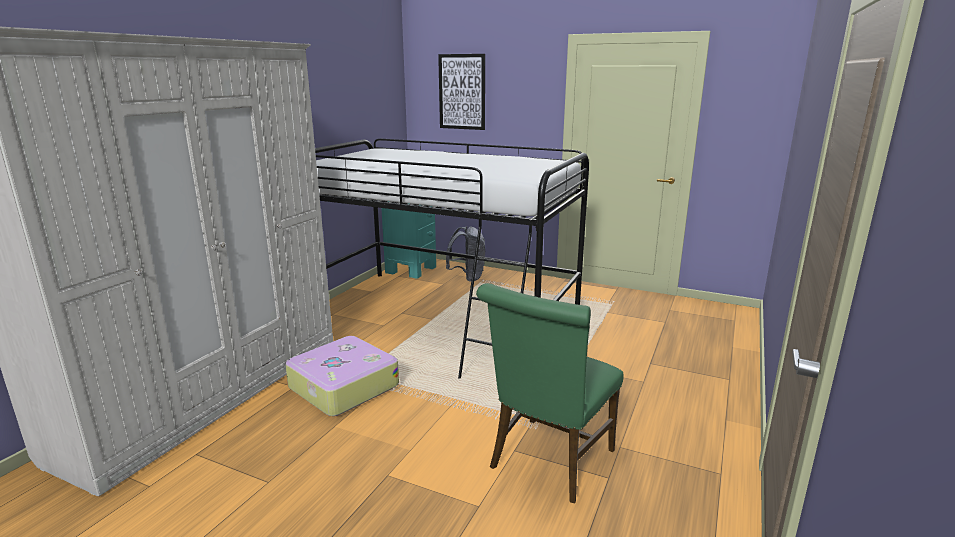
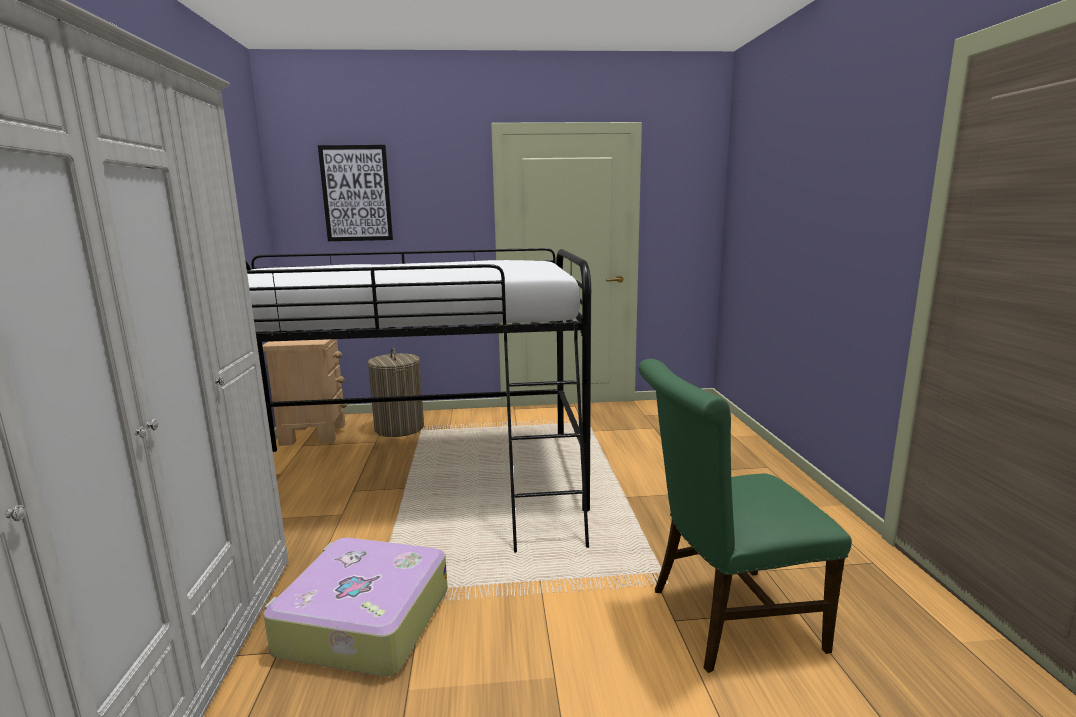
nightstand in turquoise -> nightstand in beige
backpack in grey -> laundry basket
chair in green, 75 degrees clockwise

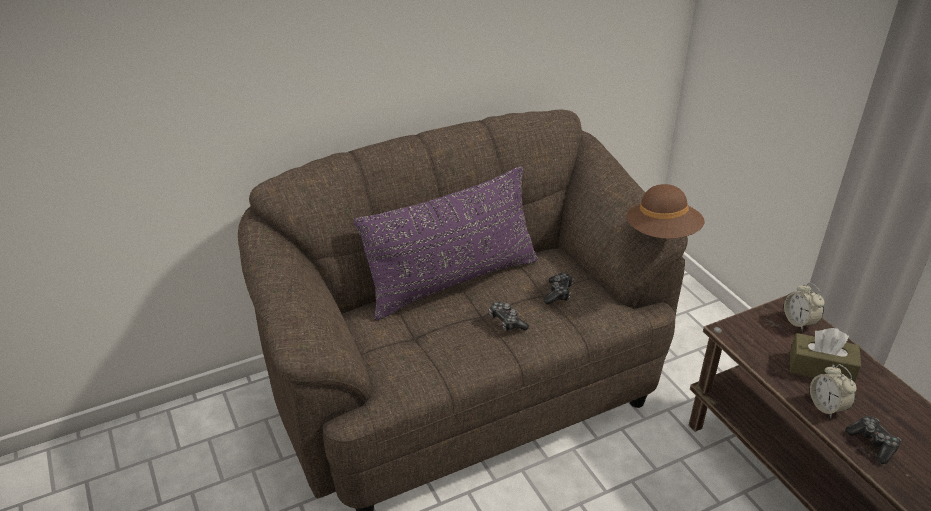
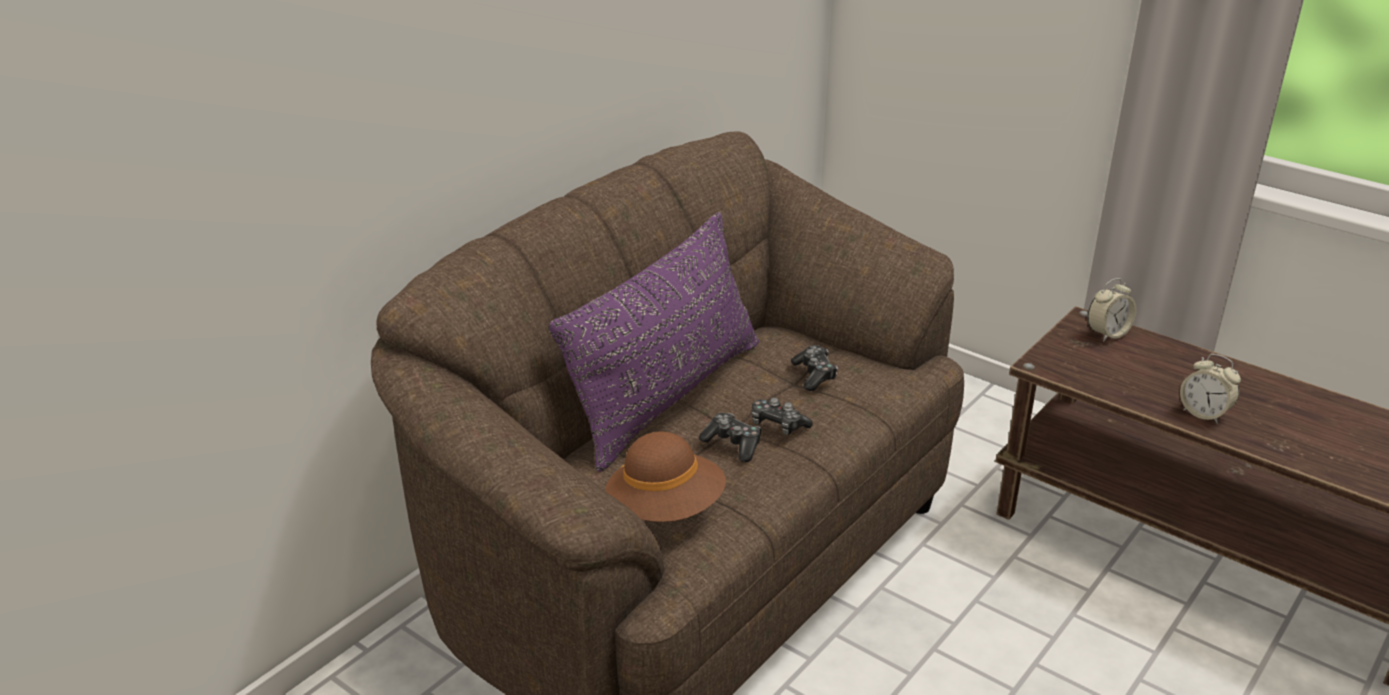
hat in brown, relocated
game controller (no. 3 from left in the first image) -> game controller (no. 1 from left), relocated
alarm clock (no. 1 from left), 75 degrees counterclockwise
tissue box in brown -> none

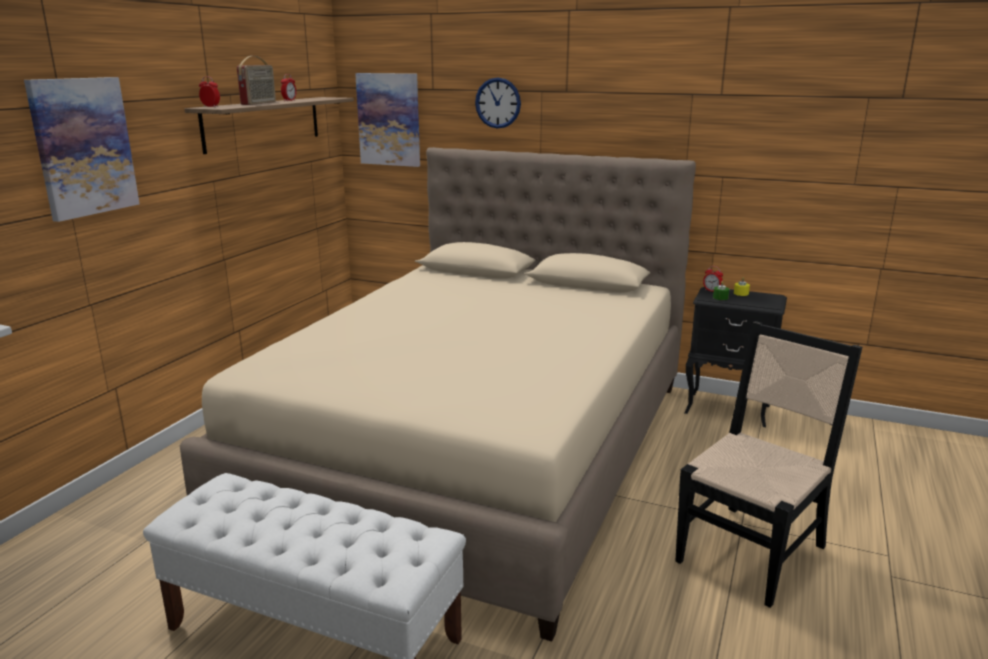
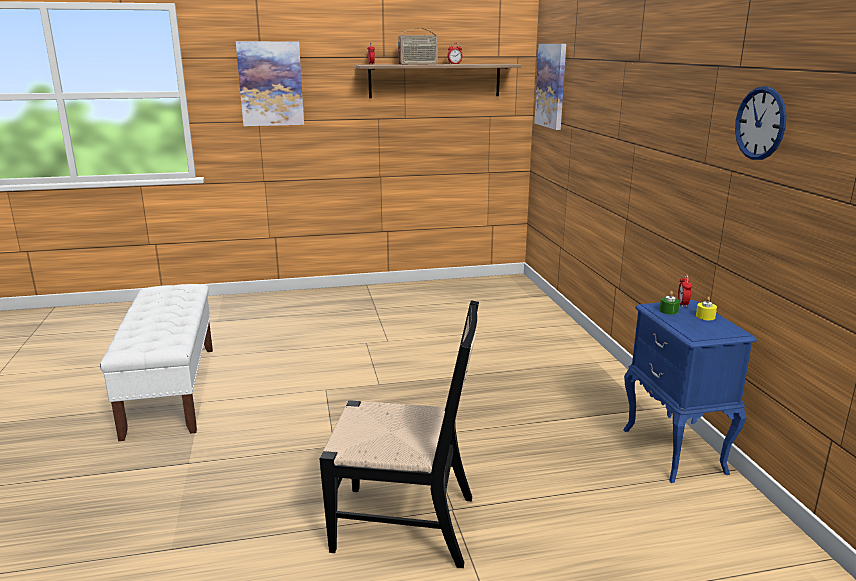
nightstand in black -> nightstand in blue
wall clock, relocated
bed in beige -> none

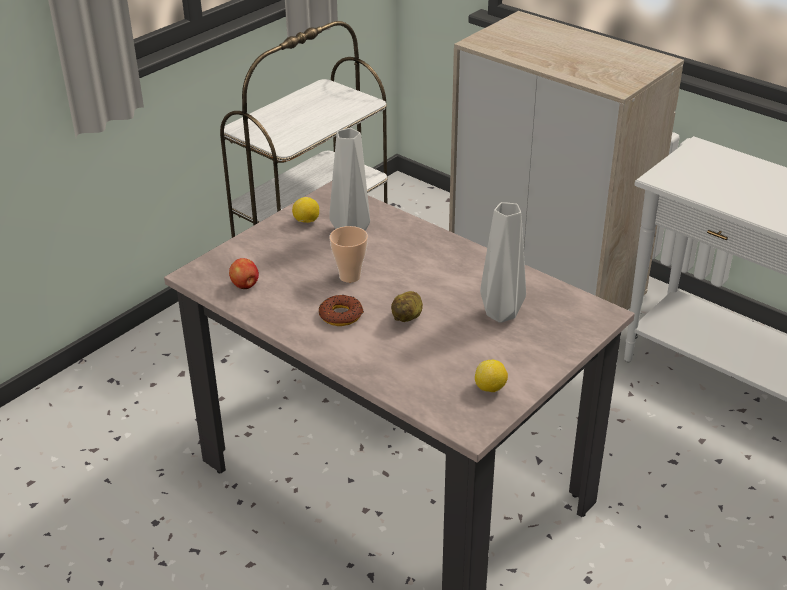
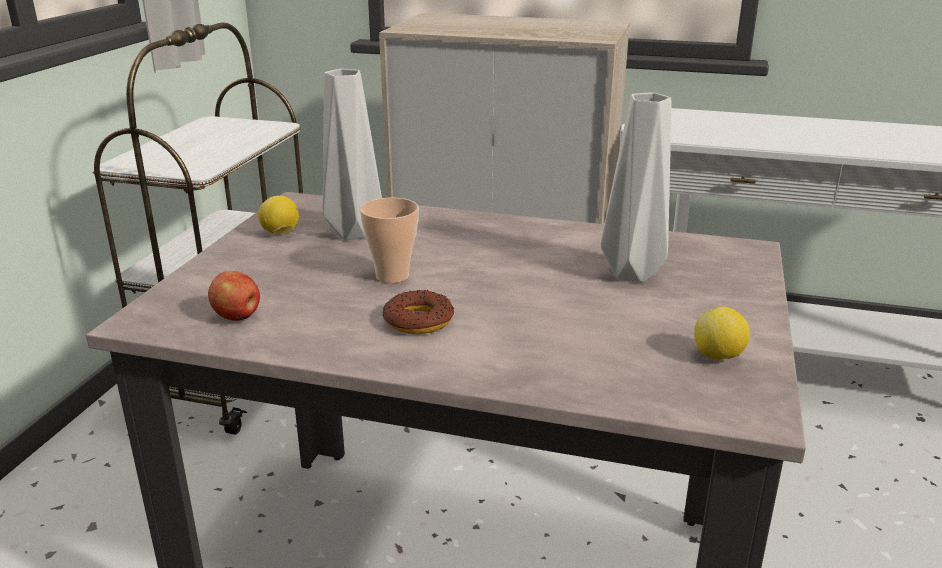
potato -> none

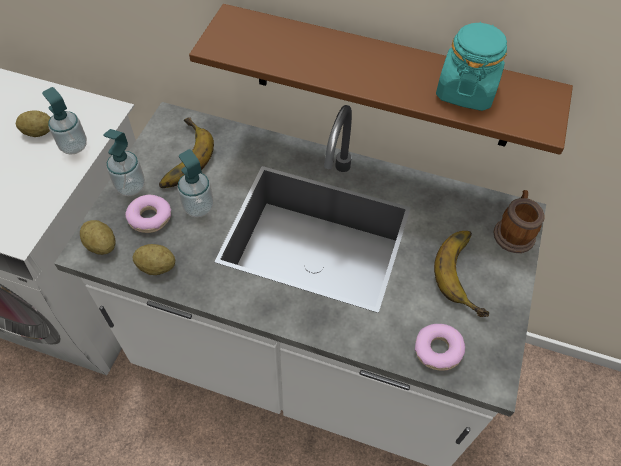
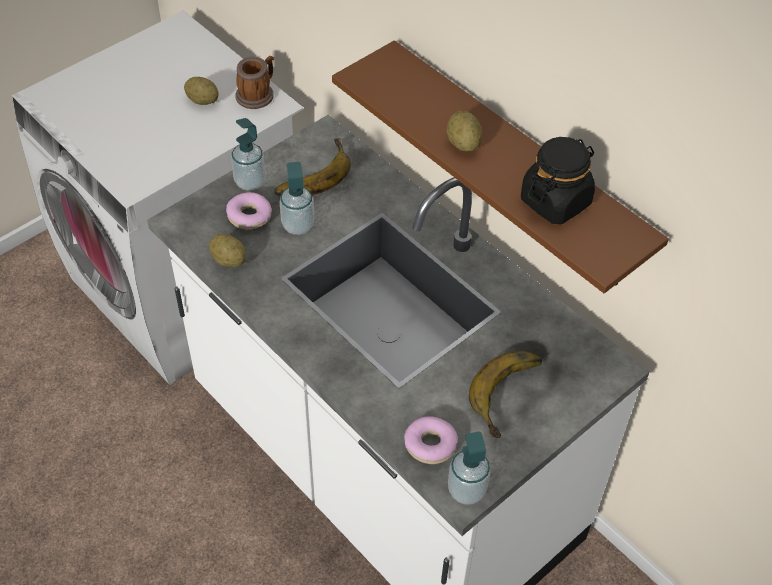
mug, relocated
potato (no. 2 from left in the first image) -> potato (no. 3 from left), relocated
soap dispenser (no. 1 from left in the first image) -> soap dispenser (no. 3 from left), relocated
jar in turquoise -> jar in black

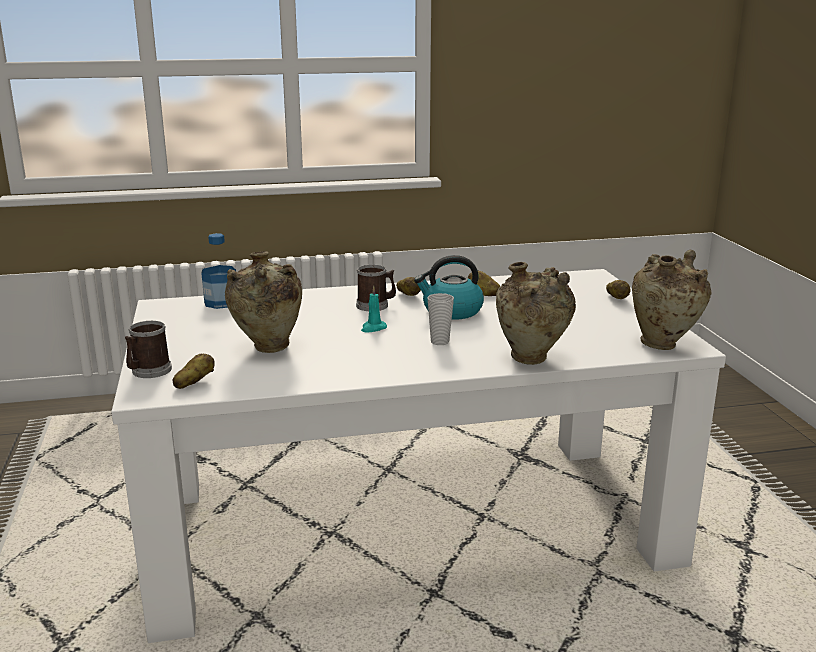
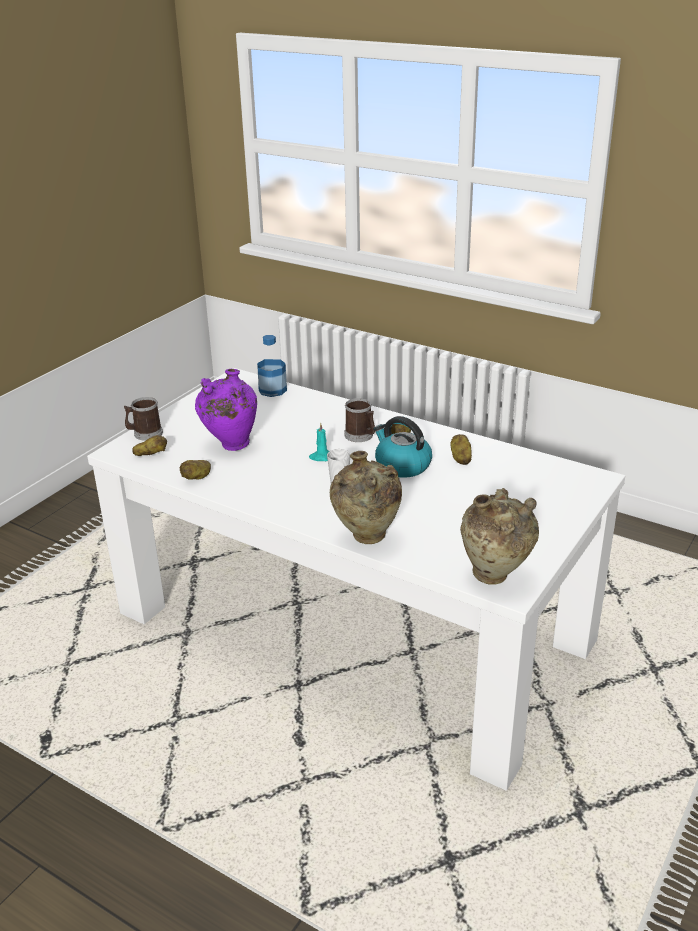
potato (no. 4 from left in the first image) -> potato (no. 2 from left), relocated
vase in beige (no. 1 from left) -> vase in purple

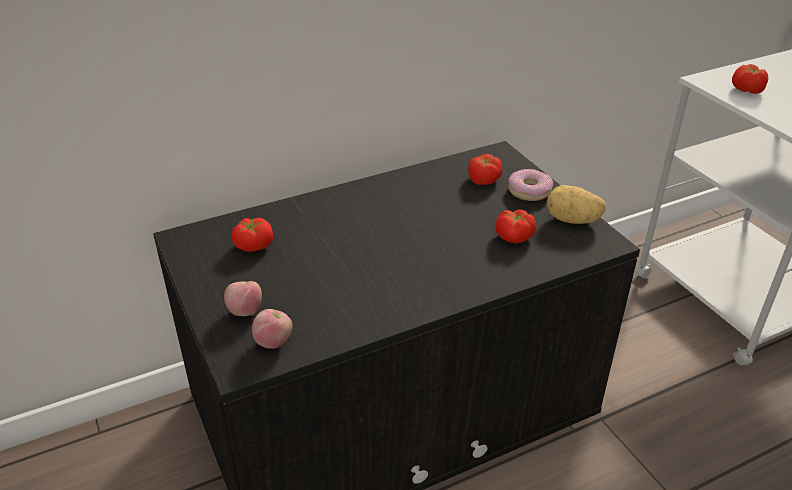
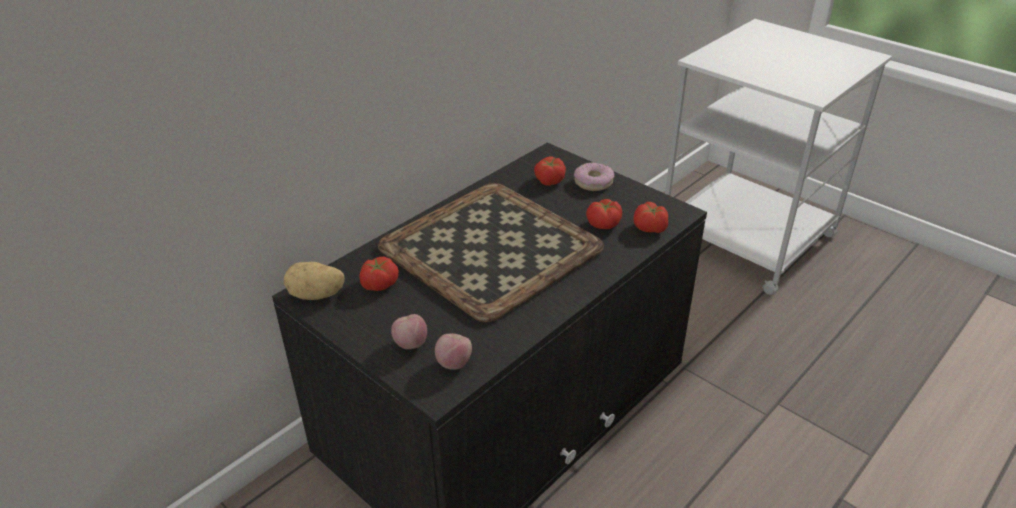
potato, relocated
none -> tray
tomato (no. 4 from left), relocated

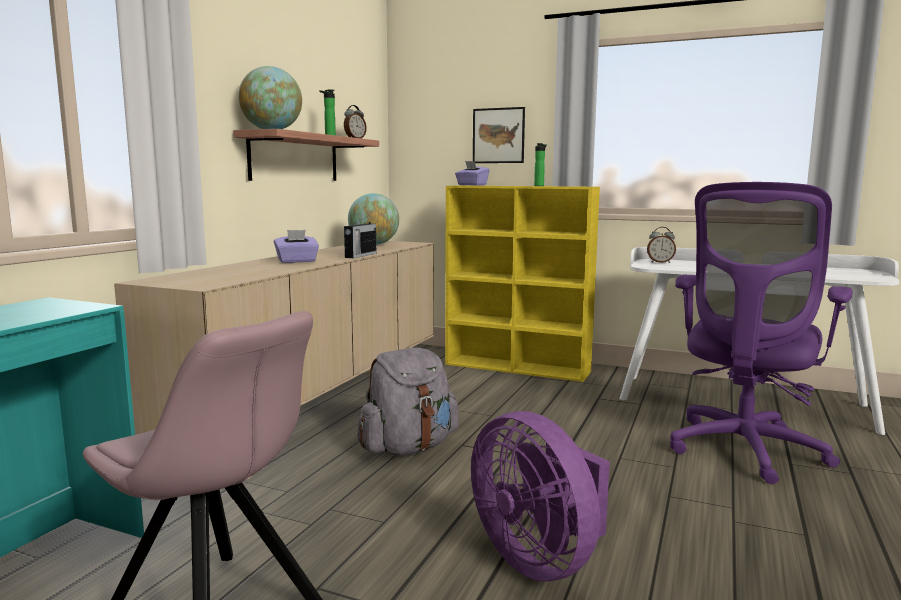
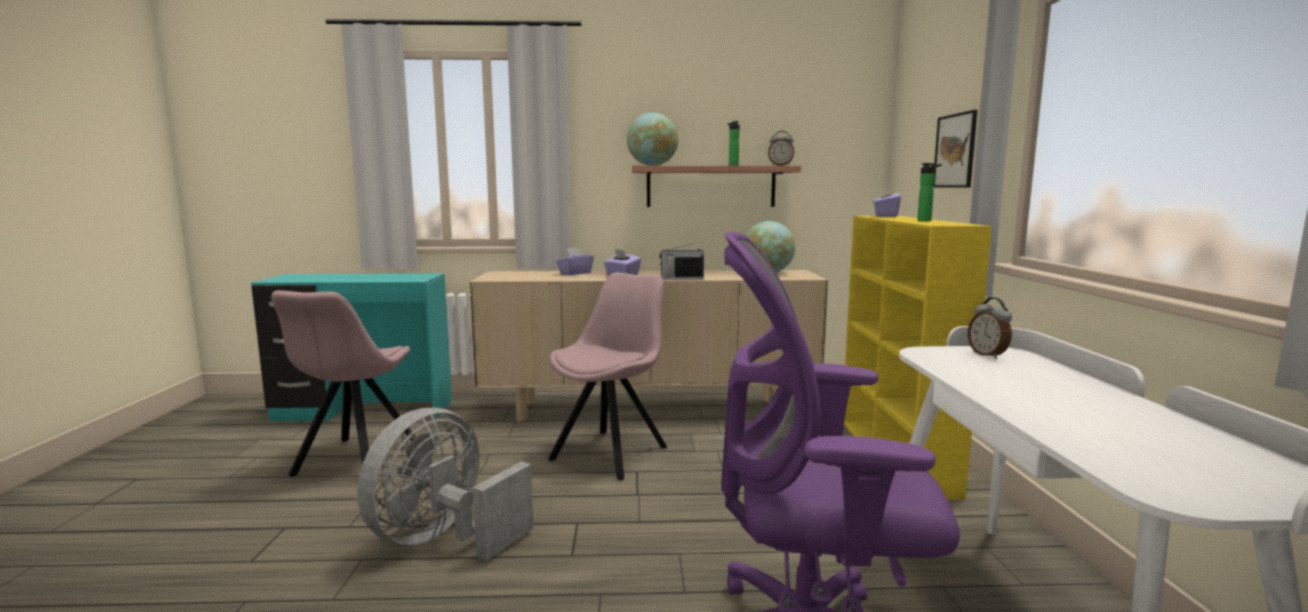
fan in purple -> fan in grey
backpack in grey -> chair in pink (no. 2 from left)
none -> tissue box in purple (no. 1 from left)

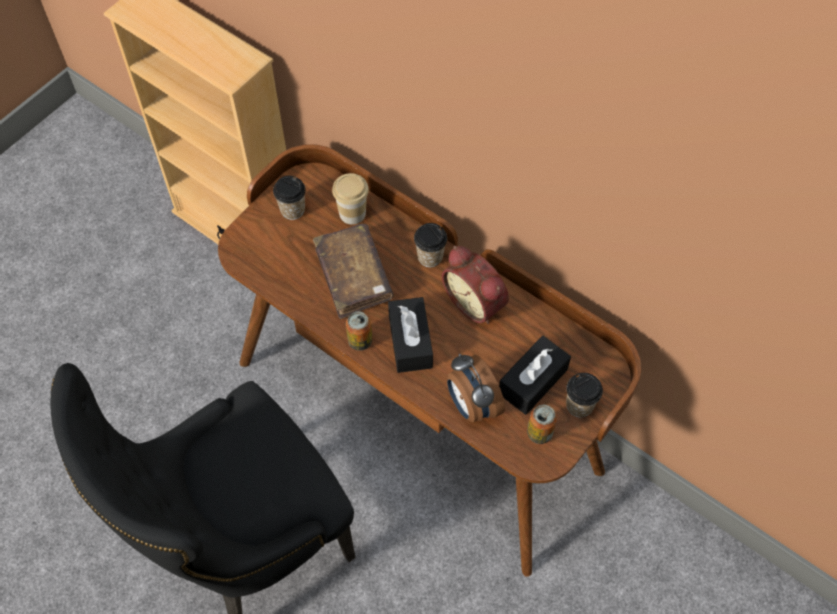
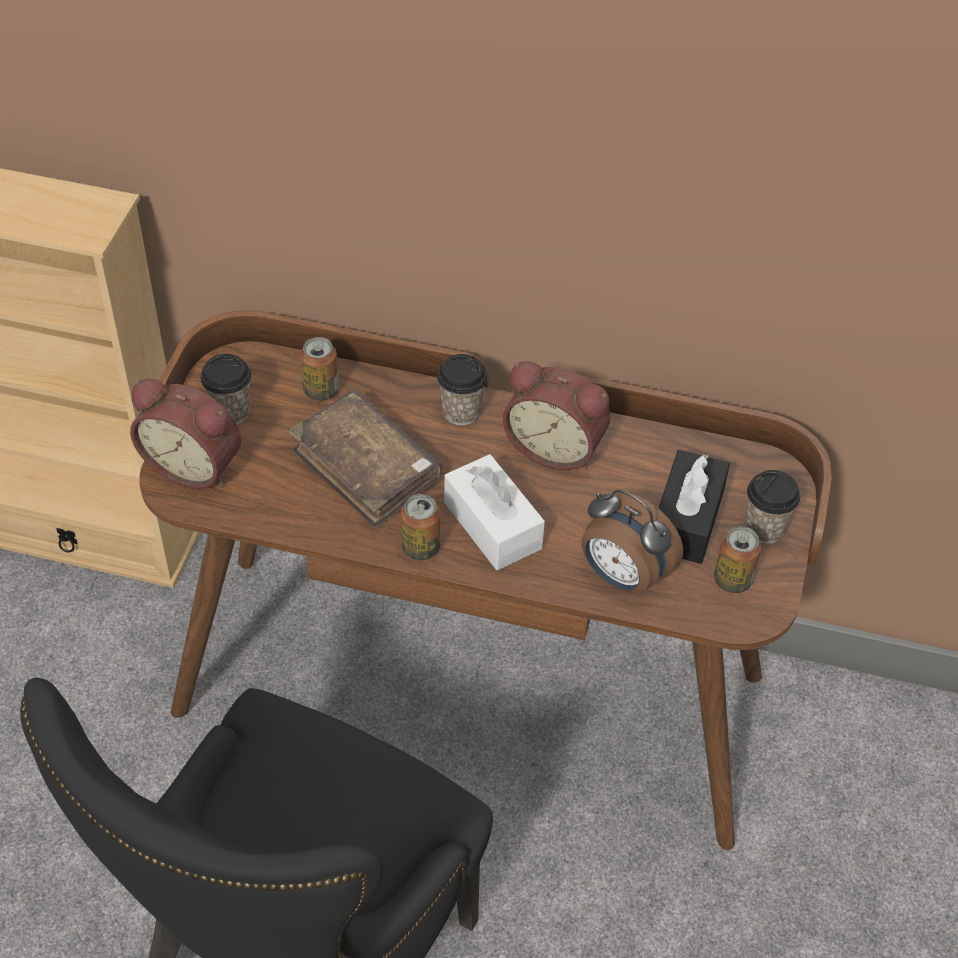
none -> alarm clock (no. 1 from left)
cup (no. 2 from left) -> can (no. 1 from left)
tissue box in black (no. 1 from left) -> tissue box in white

